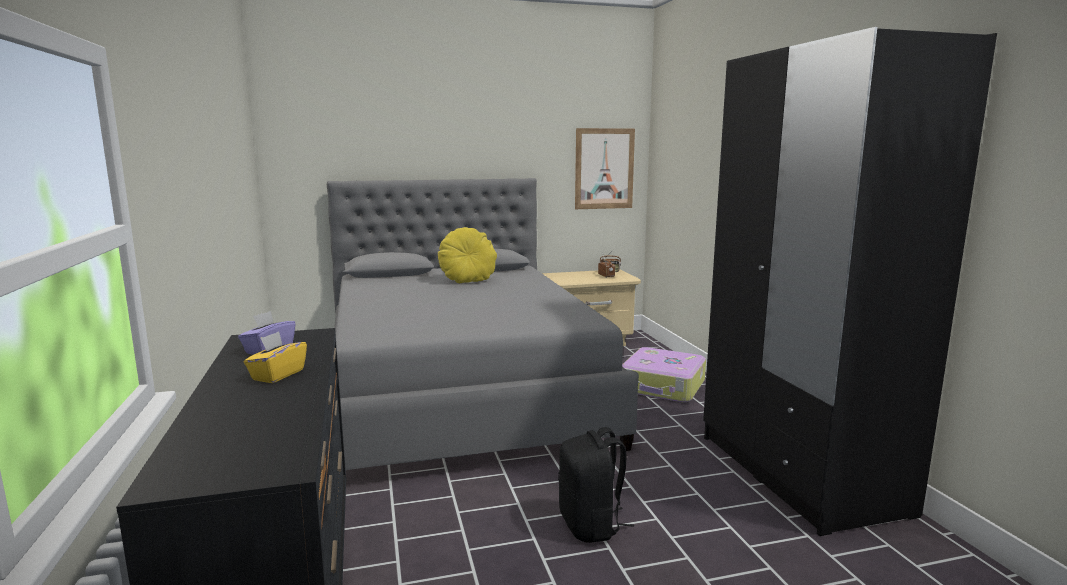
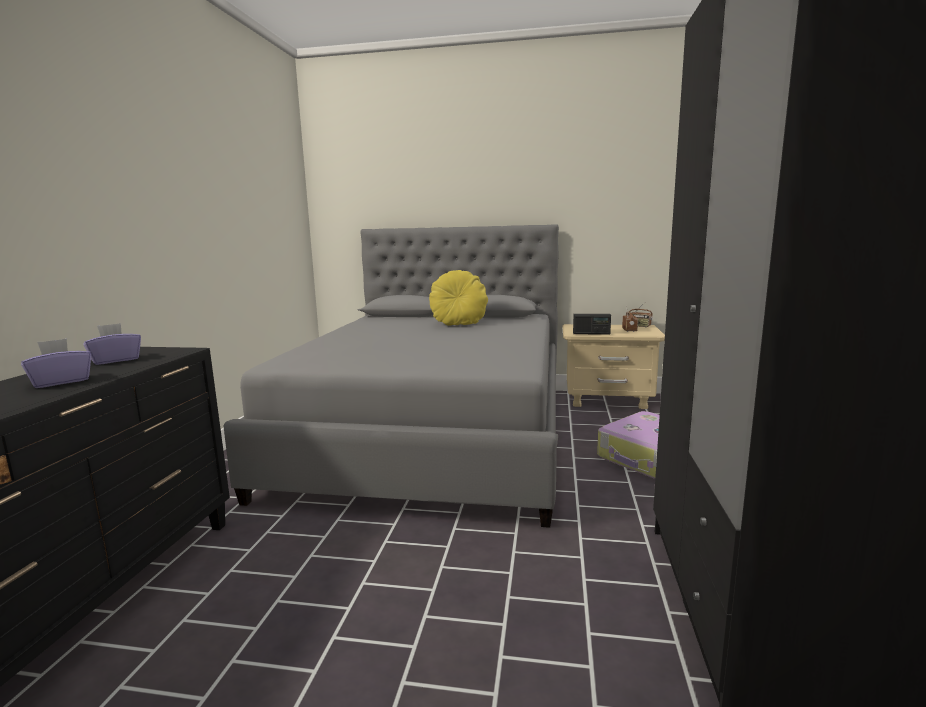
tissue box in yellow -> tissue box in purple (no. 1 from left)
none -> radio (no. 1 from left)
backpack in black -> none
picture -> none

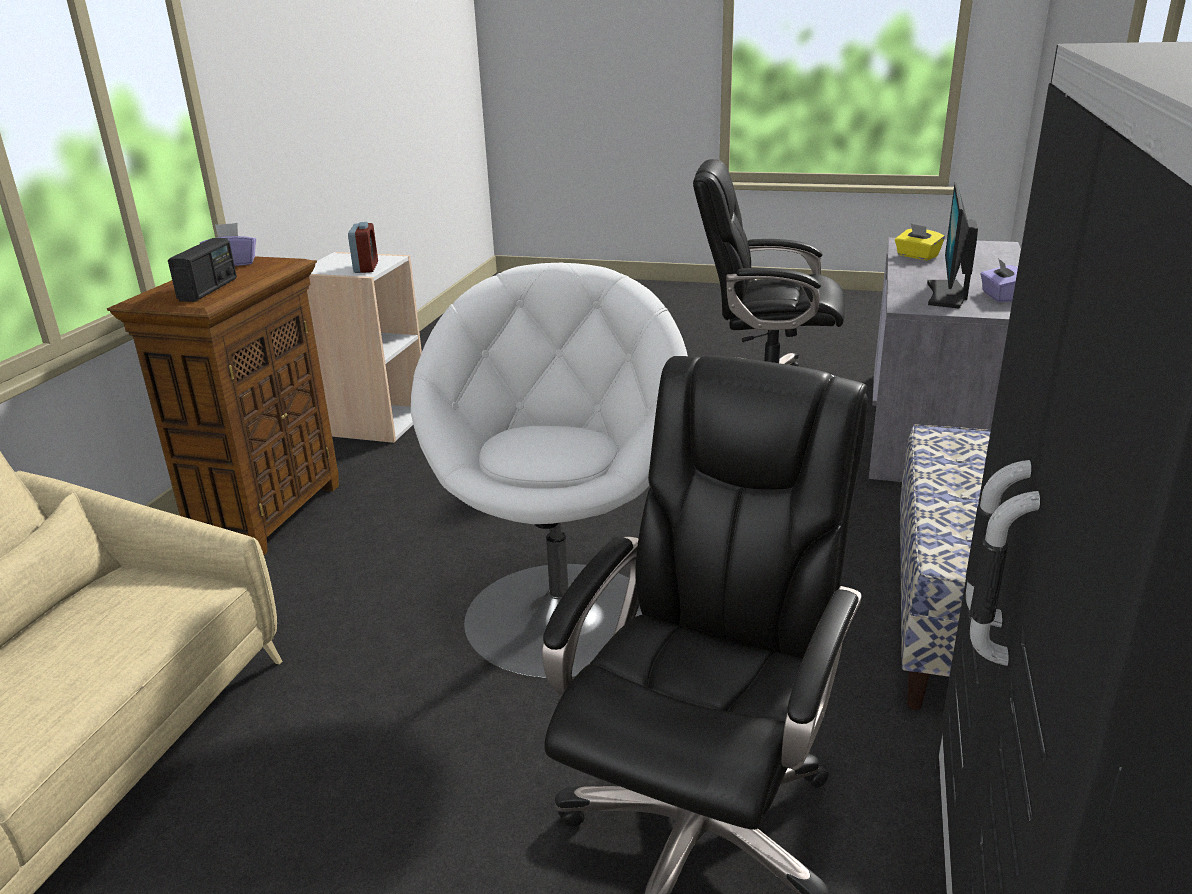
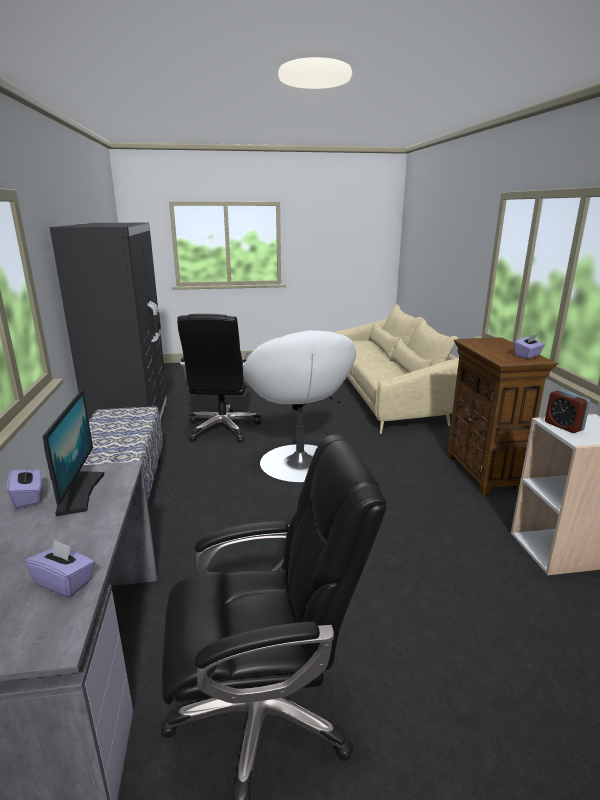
tissue box in yellow -> tissue box in purple (no. 2 from left)
radio -> none

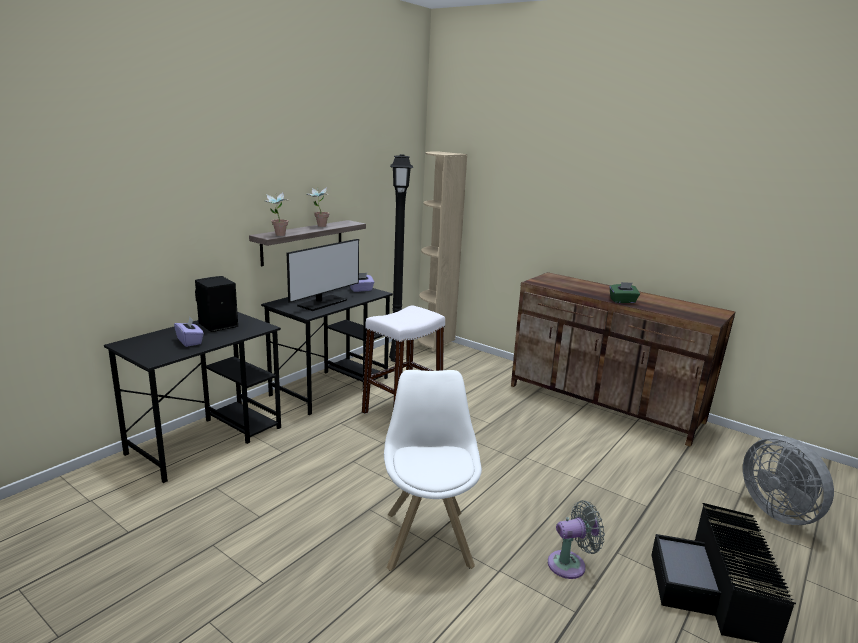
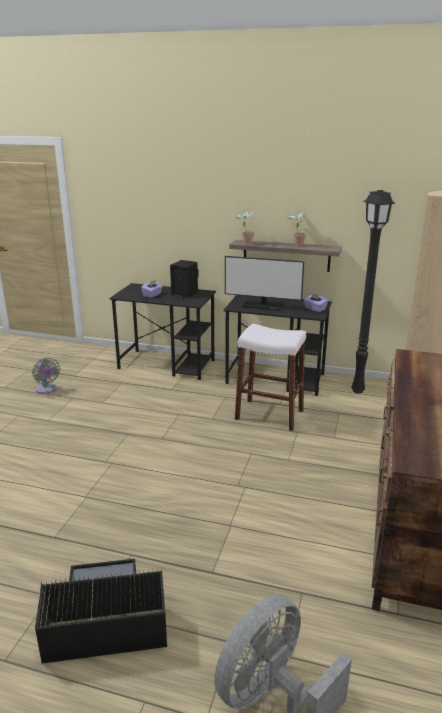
fan in grey (no. 1 from left), relocated
chair in white -> none
tissue box in green -> none

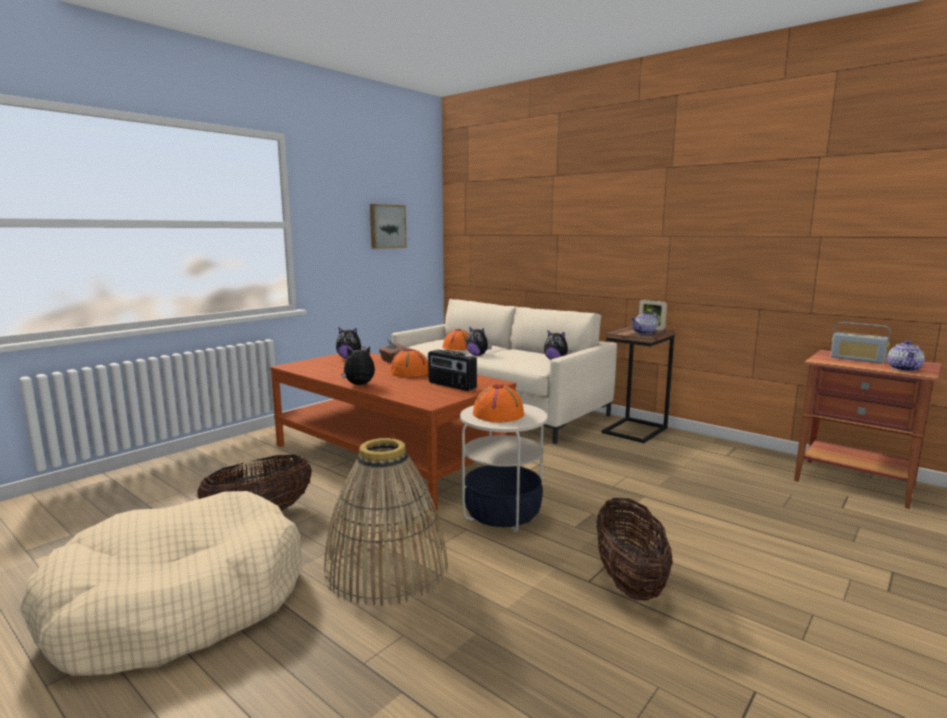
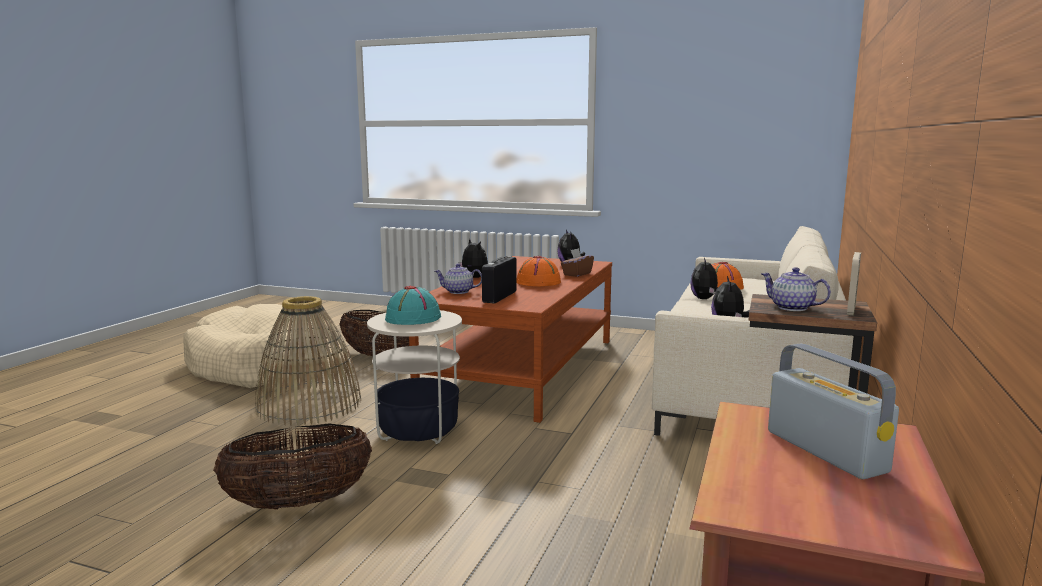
hat in orange (no. 3 from left) -> hat in turquoise
teapot (no. 2 from left in the first image) -> teapot (no. 1 from left), relocated
radio (no. 2 from left), 135 degrees clockwise
picture -> none

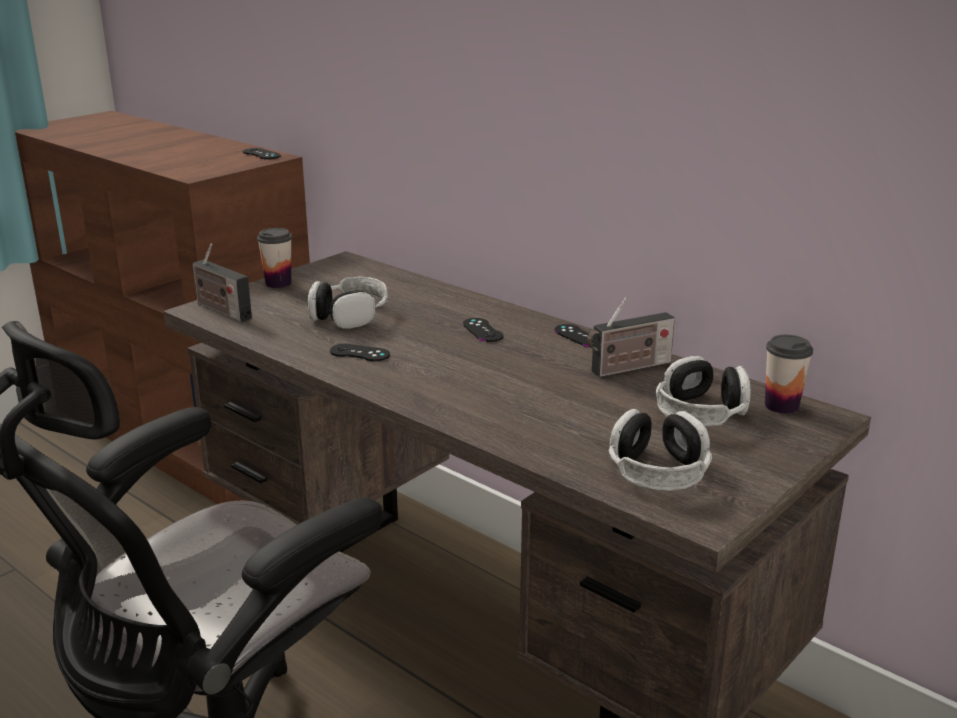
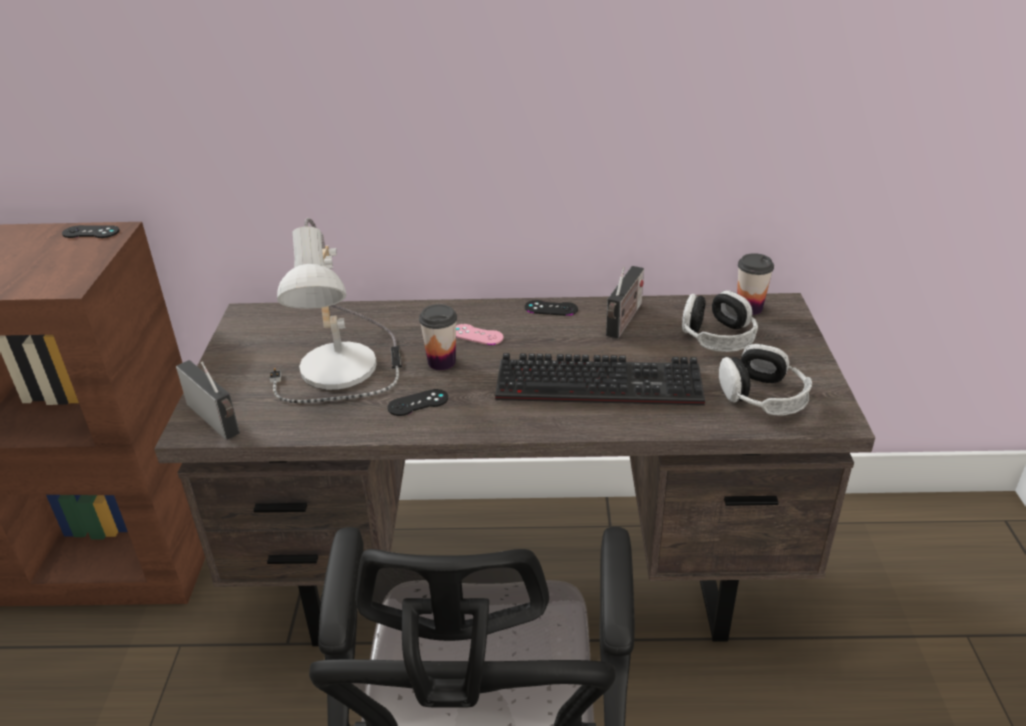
radio (no. 1 from left), 135 degrees counterclockwise
headphones (no. 1 from left) -> table lamp
cup (no. 1 from left), relocated
game controller in black (no. 3 from left) -> game controller in pink
none -> keyboard

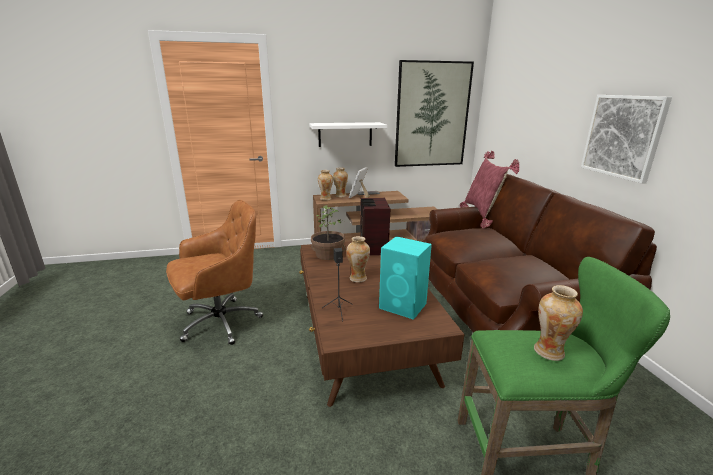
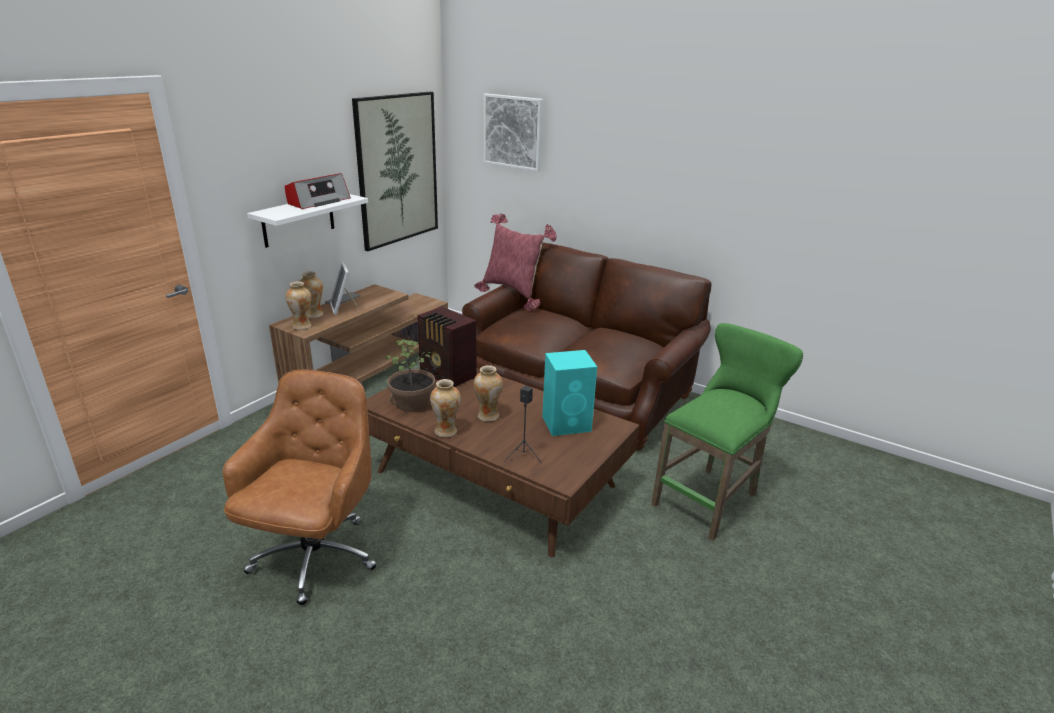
none -> radio (no. 1 from left)
vase (no. 4 from left in the first image) -> vase (no. 3 from left), relocated
picture (no. 2 from left), relocated

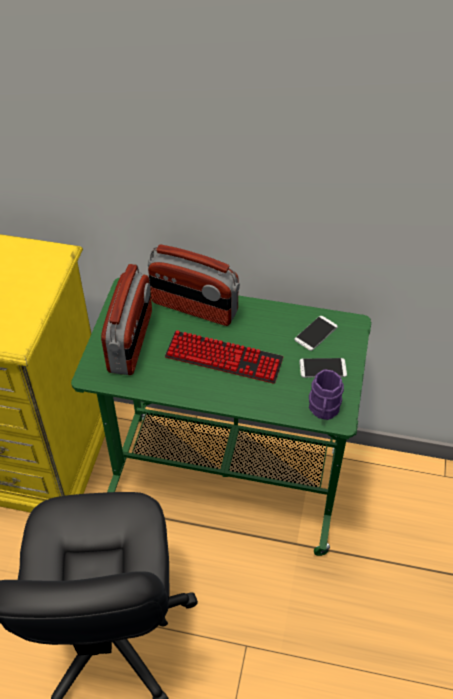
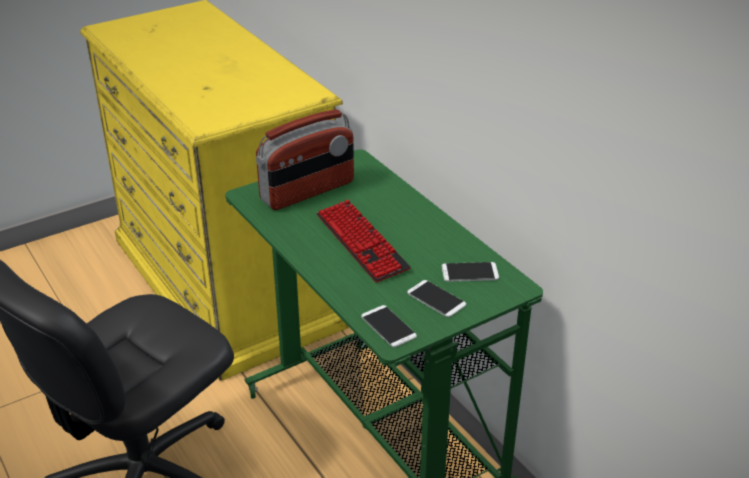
mug in purple -> phone (no. 1 from left)
radio (no. 2 from left) -> none

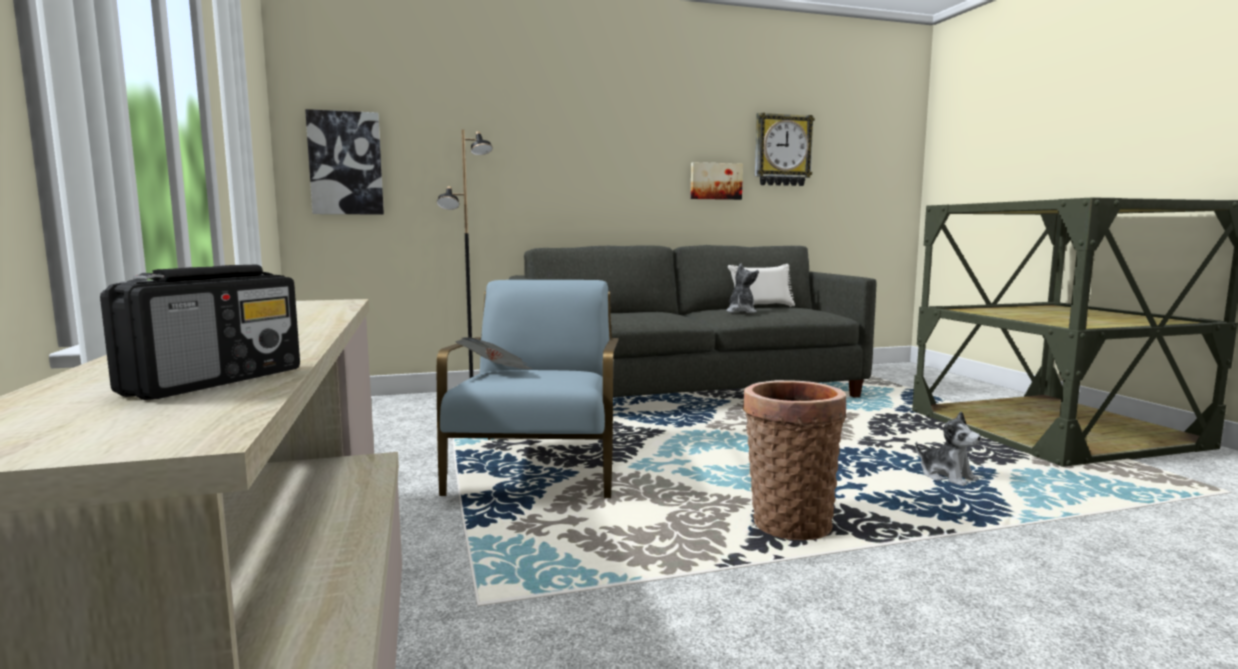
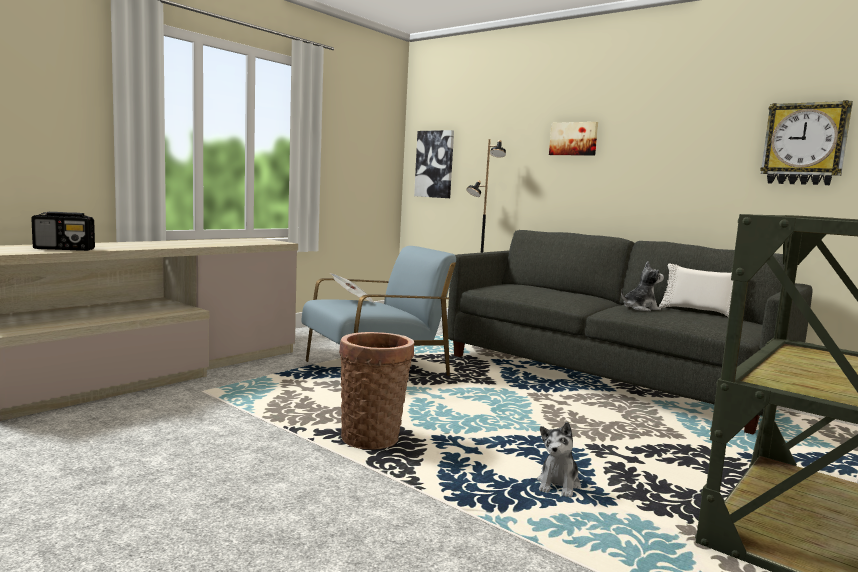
picture (no. 2 from left), relocated

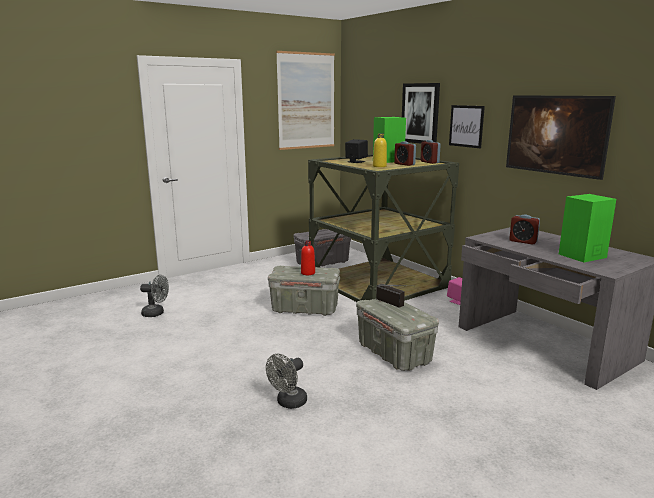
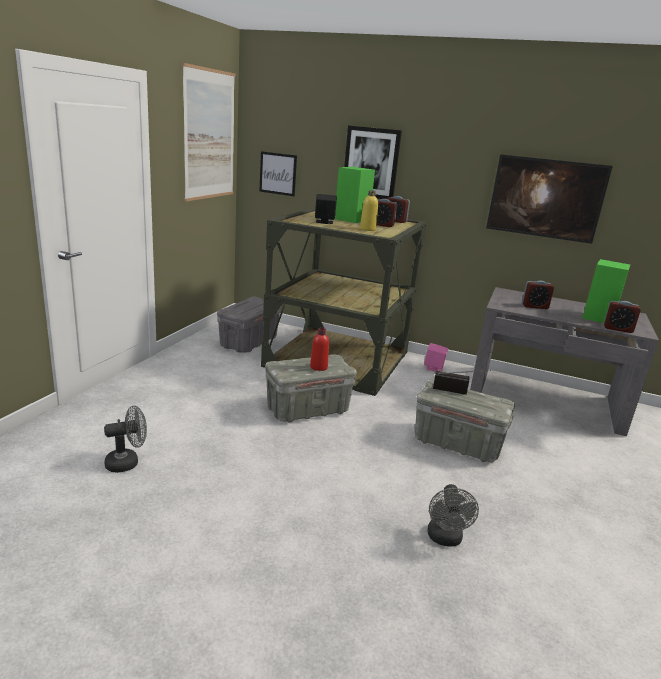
picture (no. 3 from left in the first image) -> picture (no. 2 from left), relocated
none -> alarm clock (no. 4 from left)

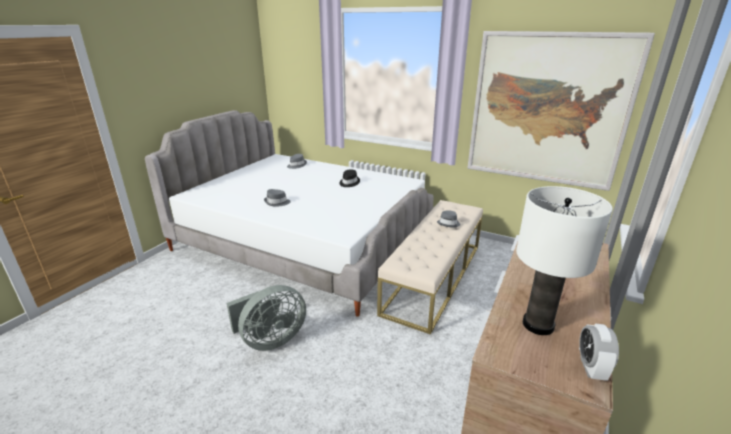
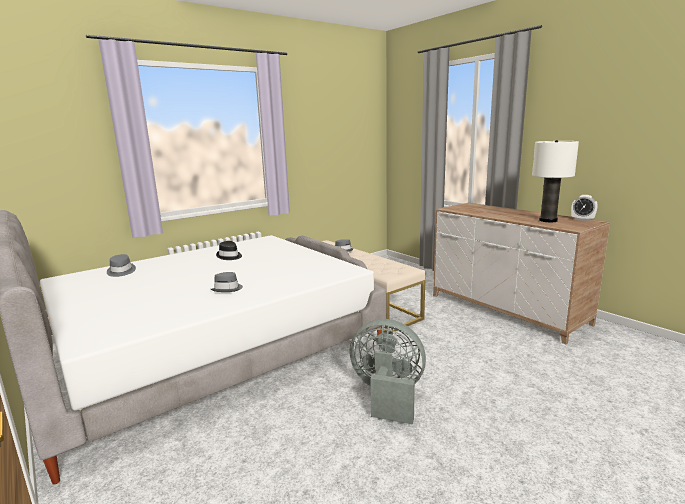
fan in grey, 60 degrees counterclockwise
picture -> none

